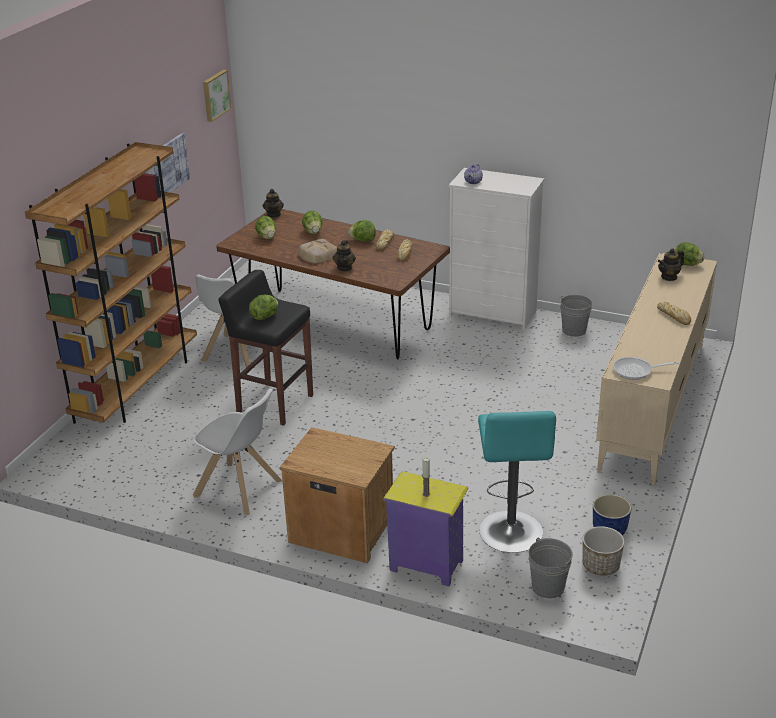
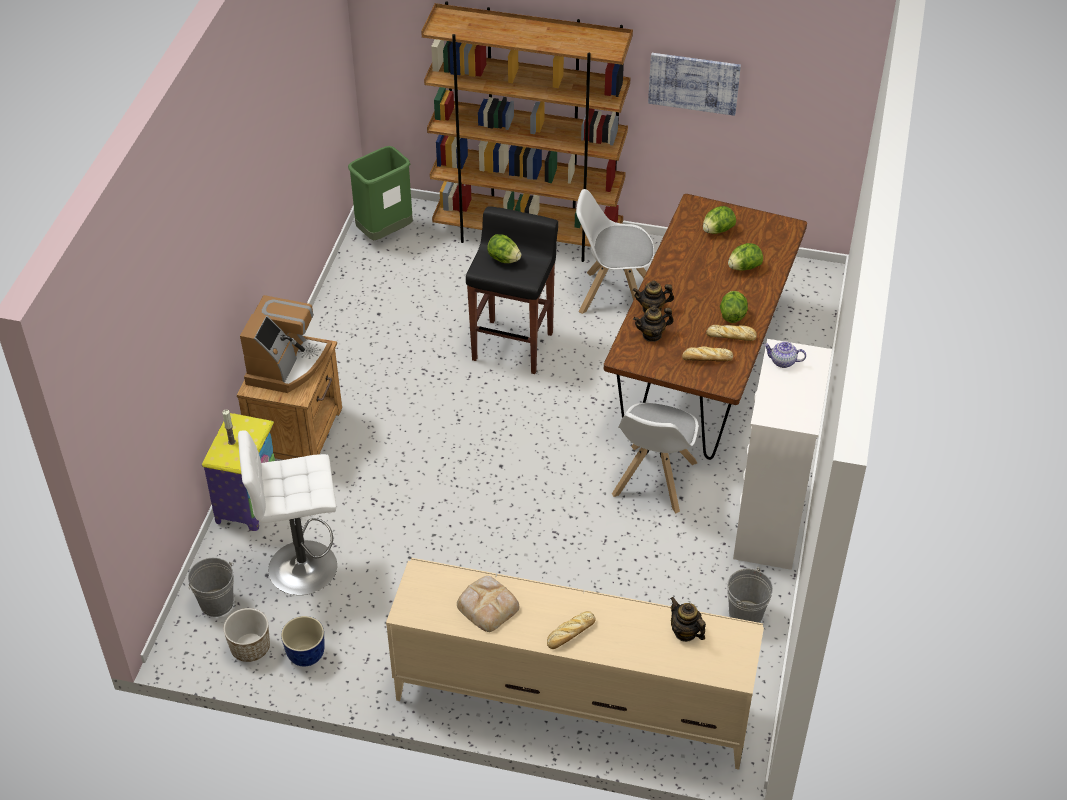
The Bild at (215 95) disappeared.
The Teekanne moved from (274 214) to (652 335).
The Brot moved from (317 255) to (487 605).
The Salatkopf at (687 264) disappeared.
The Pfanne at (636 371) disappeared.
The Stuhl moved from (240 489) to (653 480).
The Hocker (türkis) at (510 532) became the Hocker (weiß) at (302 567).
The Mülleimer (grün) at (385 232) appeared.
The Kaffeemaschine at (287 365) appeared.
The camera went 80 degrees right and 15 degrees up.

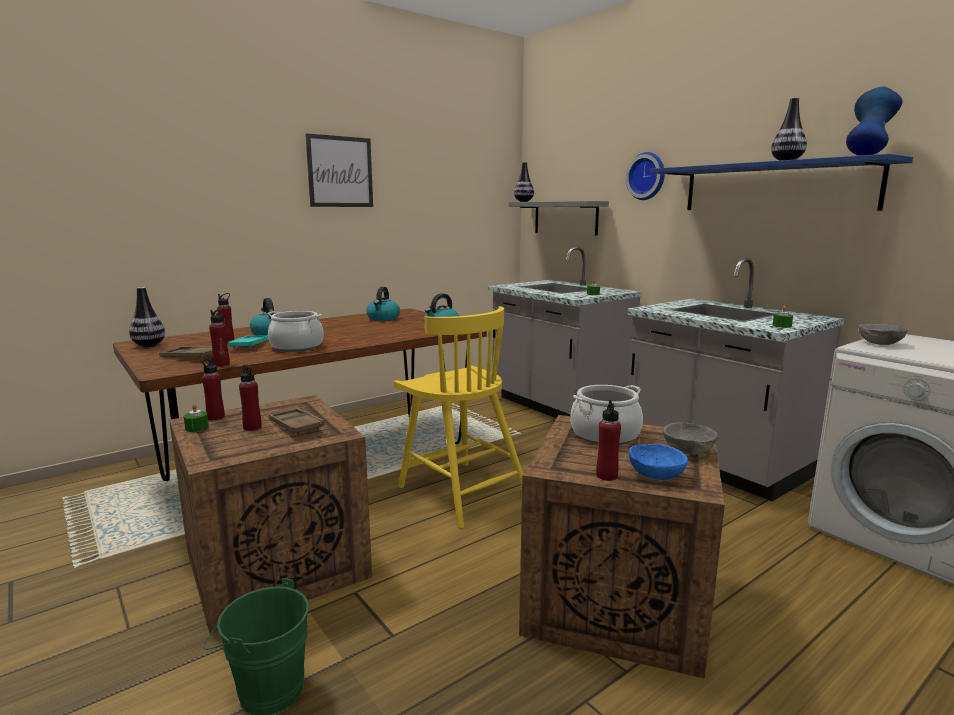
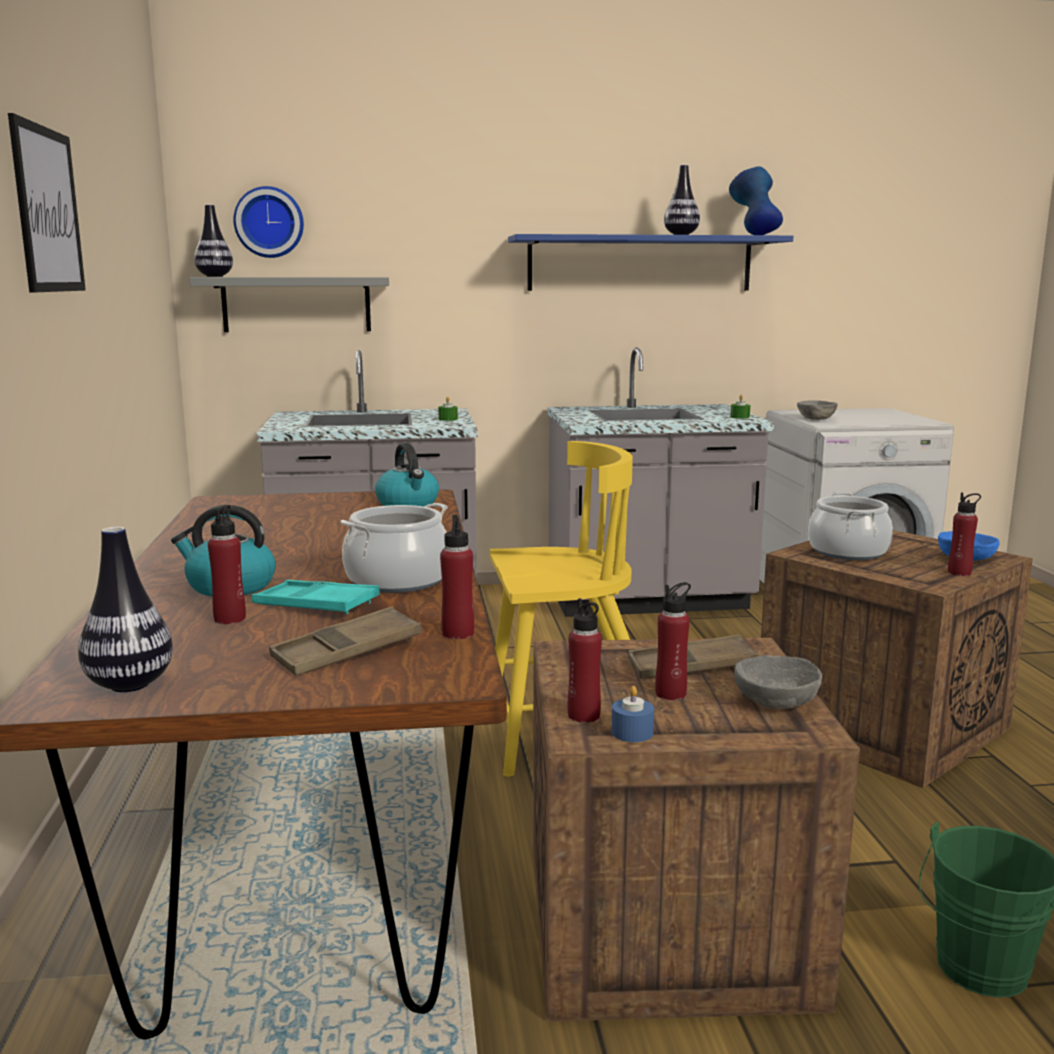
The Wanduhr moved from (647 176) to (269 222).
The Wasserkessel at (383 318) disappeared.
The Kerze (grün) at (197 428) became the Kerze (blau) at (632 732).
The Schüssel (grau) moved from (688 451) to (776 703).
The camera went 60 degrees left and 0 degrees up.

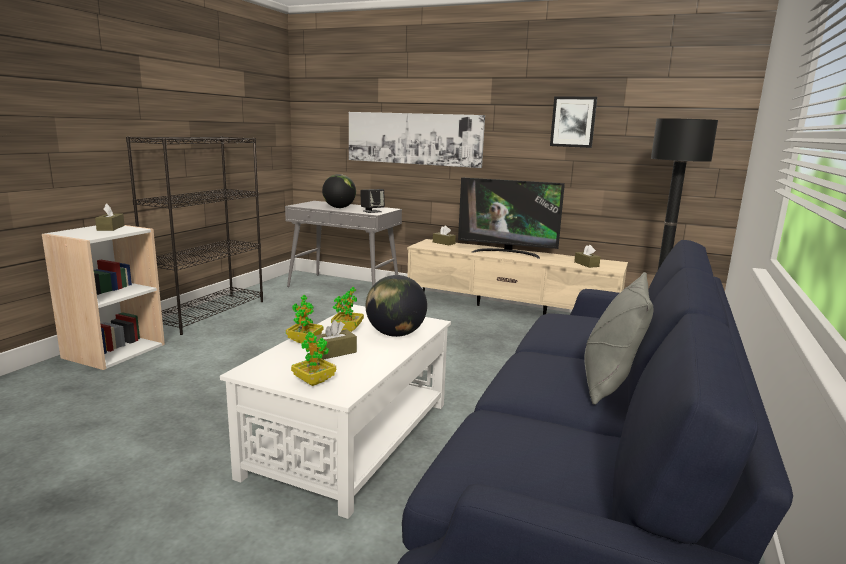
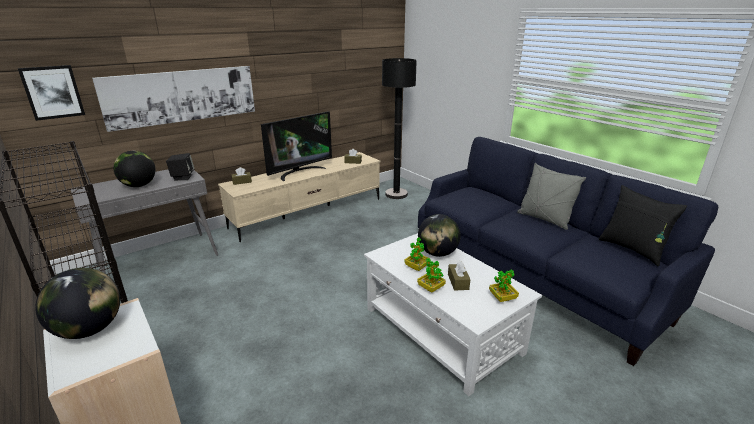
The Bild moved from (573 122) to (53 92).
The Taschentuchbox (braun) at (111 228) was replaced by the Globus at (89 330).
The Kissen (schwarz) at (631 250) appeared.
The camera went 60 degrees left and 10 degrees up.

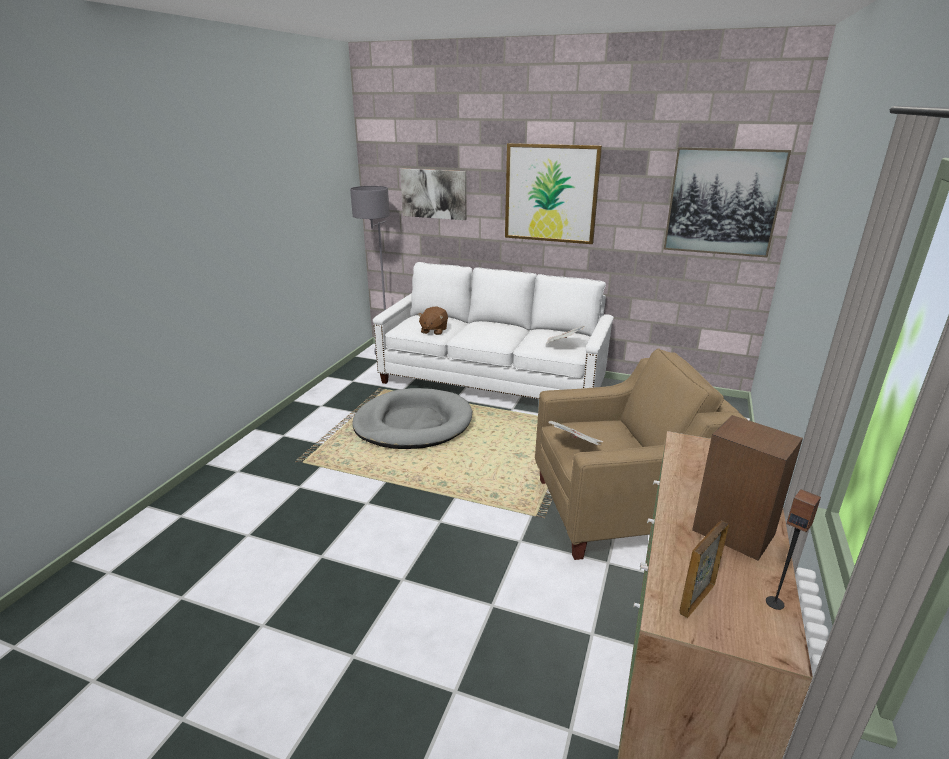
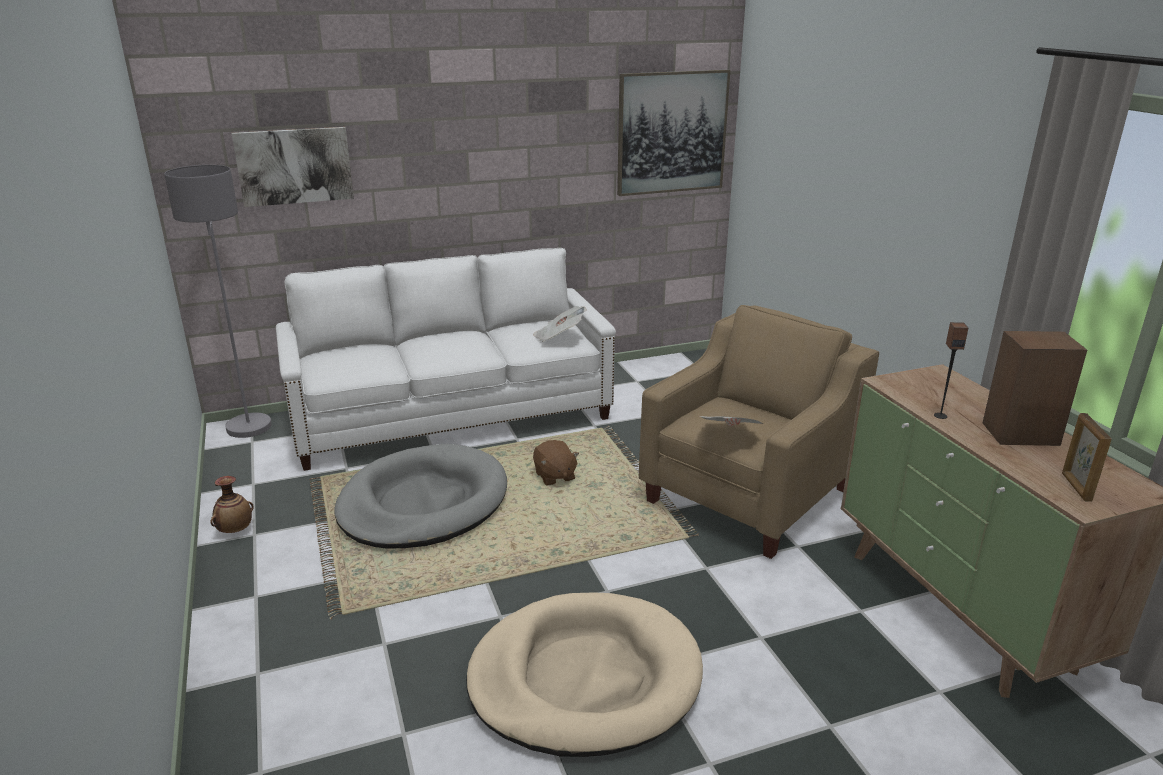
The Bild at (551 193) disappeared.
The Plüschtier (braun) moved from (433 330) to (554 476).
The Lautsprecher moved from (775 602) to (940 415).
The Vase at (235 530) appeared.
The Hundebett (beige) at (584 678) appeared.
The camera went 40 degrees left and 0 degrees up.

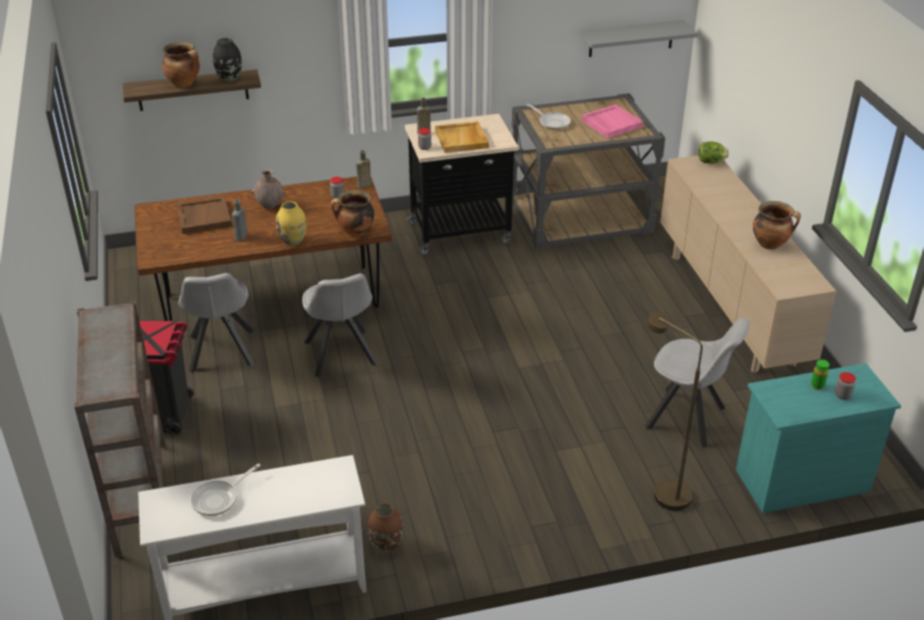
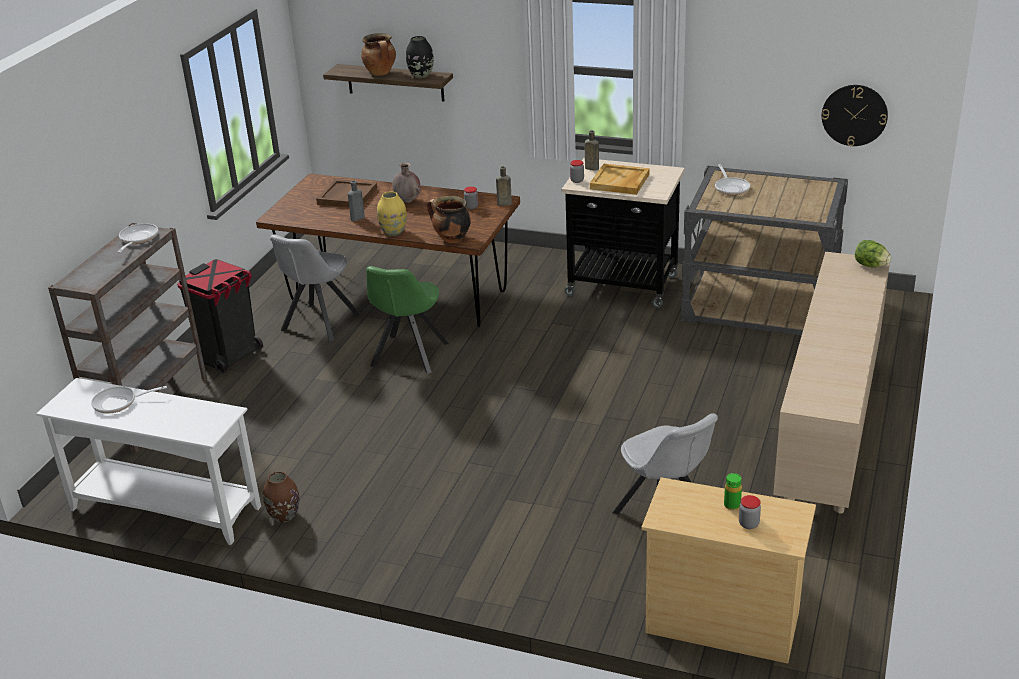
The Wandregal (grau) at (631 38) was replaced by the Wanduhr at (854 115).
The Tablett (rosa) at (611 123) disappeared.
The Kochtopf at (771 244) disappeared.
The Stuhl (grau) at (341 355) became the Stuhl (grün) at (409 355).
The Stehlampe (braun) at (663 492) disappeared.
The Kommode (türkis) at (801 480) became the Kommode (beige) at (721 621).
The Pfanne at (137 239) appeared.
The camera went 35 degrees right and 5 degrees down.

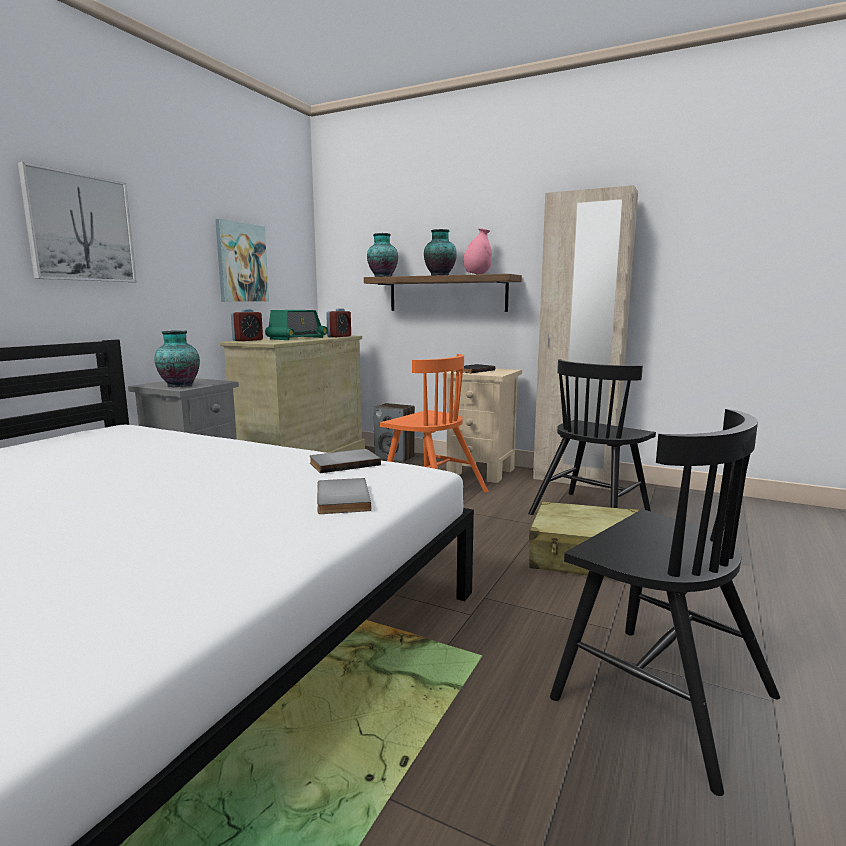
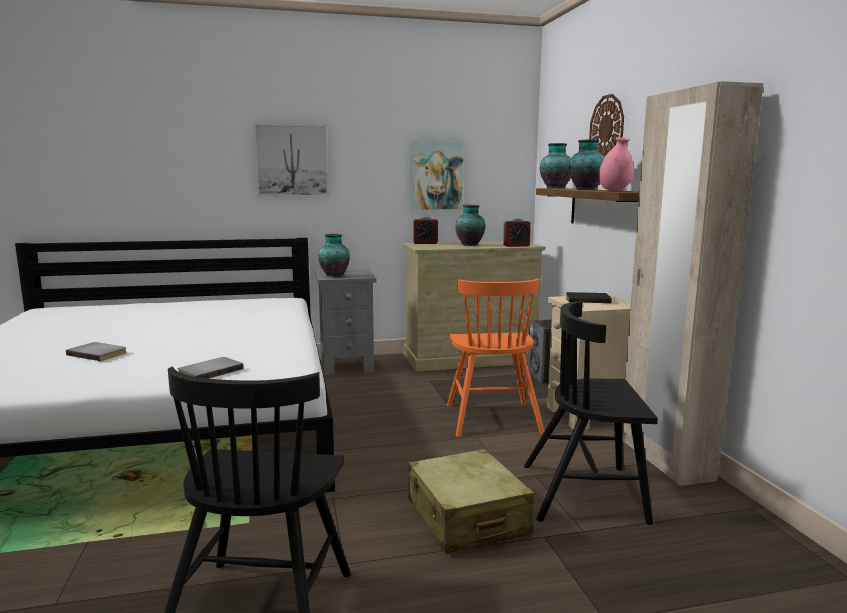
The Radio at (297 338) was replaced by the Vase at (470 245).
The Buch (grau) moved from (343 463) to (99 353).
The Wanduhr at (607 128) appeared.
The camera went 50 degrees right and 0 degrees up.

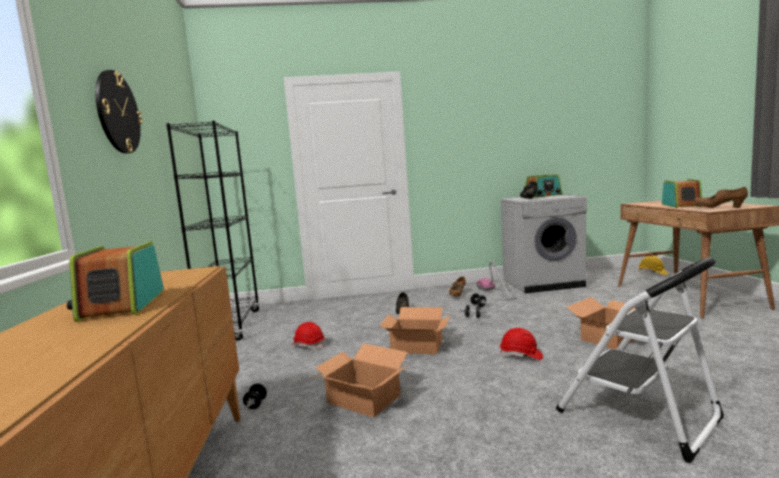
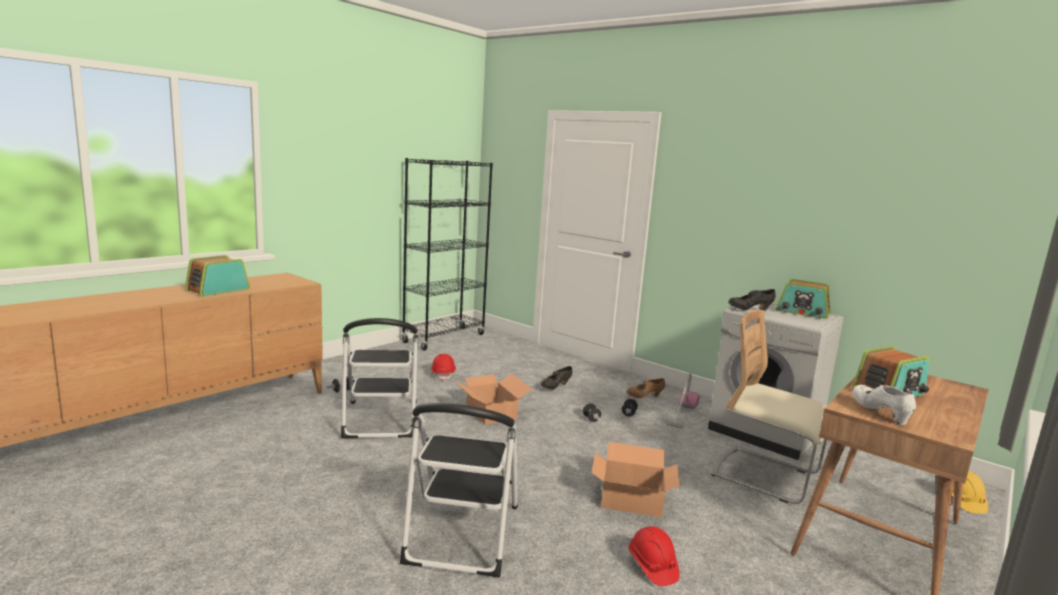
The Wanduhr at (117 112) disappeared.
The Schuh (braun) at (718 208) became the Schuh (weiß) at (880 413).
The Schutzhelm (rot) moved from (521 355) to (652 566).
The Karton at (364 399) was replaced by the Trittleiter at (380 420).
The Stuhl (beige) at (765 476) appeared.
The camera went 45 degrees right and 5 degrees up.

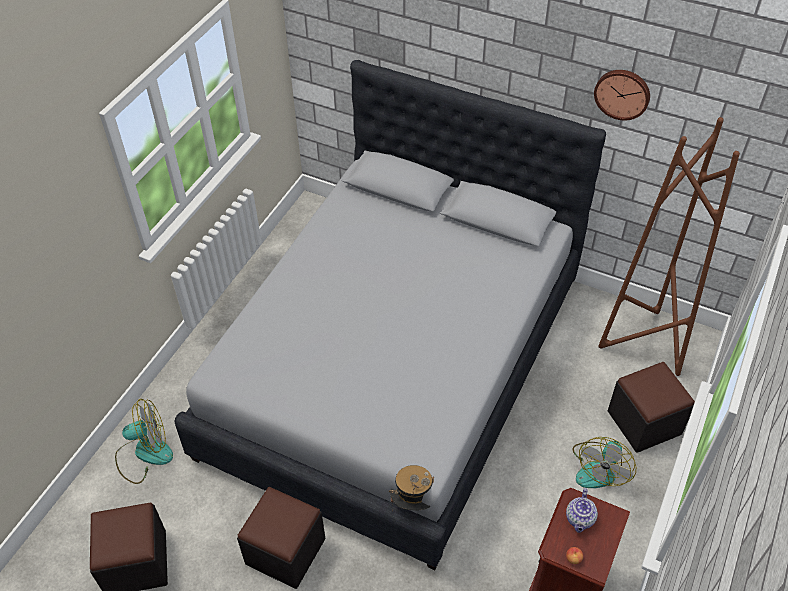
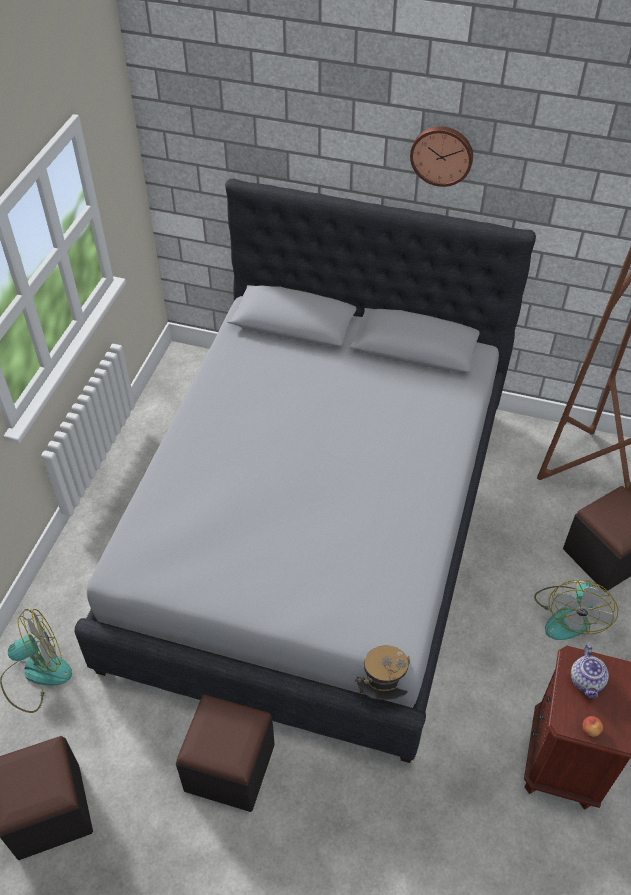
The Wanduhr moved from (622 93) to (442 155).
The camera went 10 degrees left and 0 degrees up.

